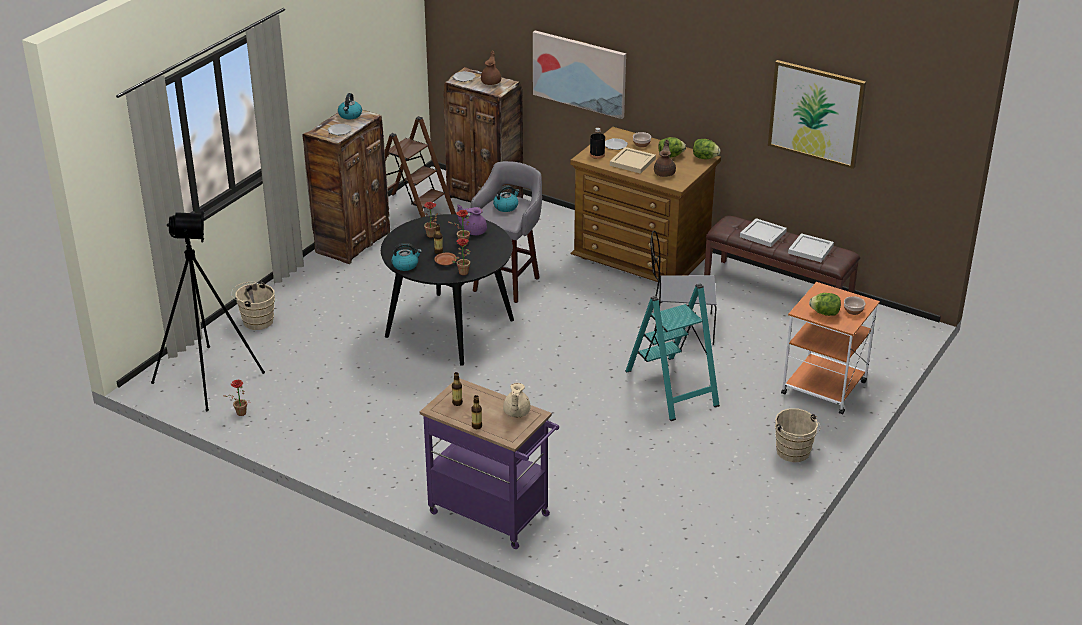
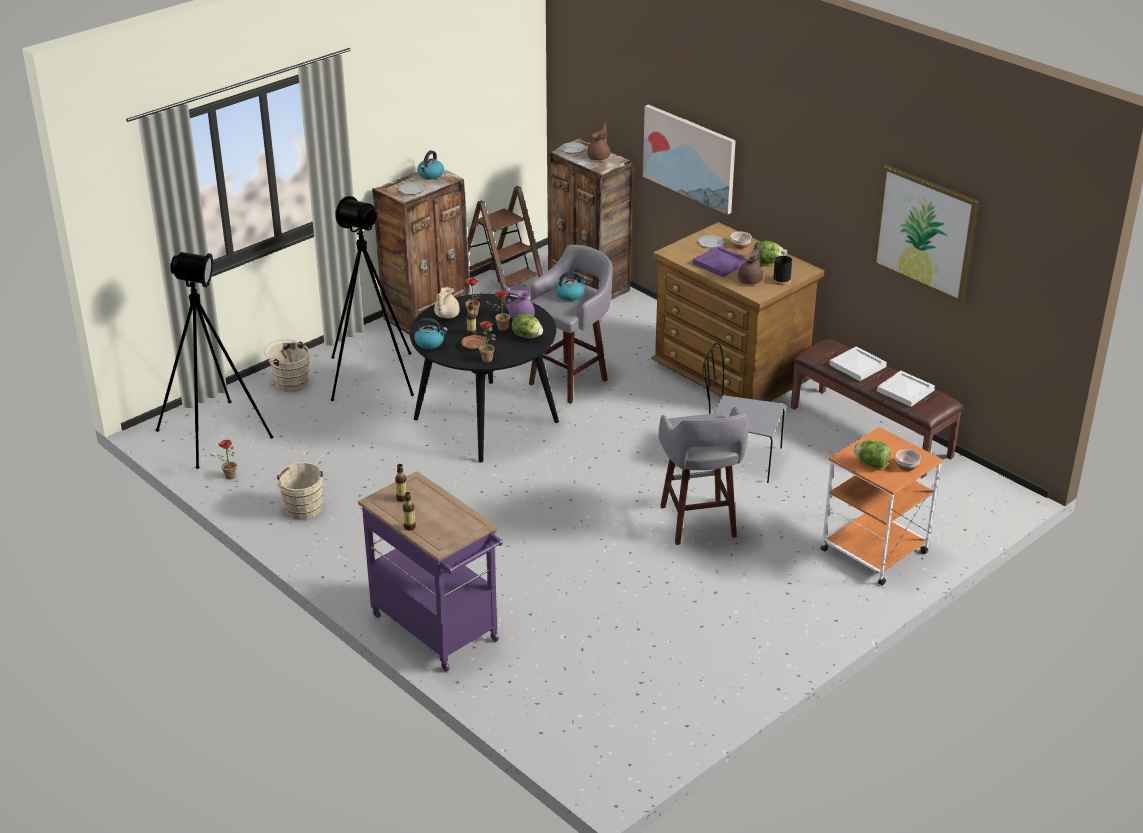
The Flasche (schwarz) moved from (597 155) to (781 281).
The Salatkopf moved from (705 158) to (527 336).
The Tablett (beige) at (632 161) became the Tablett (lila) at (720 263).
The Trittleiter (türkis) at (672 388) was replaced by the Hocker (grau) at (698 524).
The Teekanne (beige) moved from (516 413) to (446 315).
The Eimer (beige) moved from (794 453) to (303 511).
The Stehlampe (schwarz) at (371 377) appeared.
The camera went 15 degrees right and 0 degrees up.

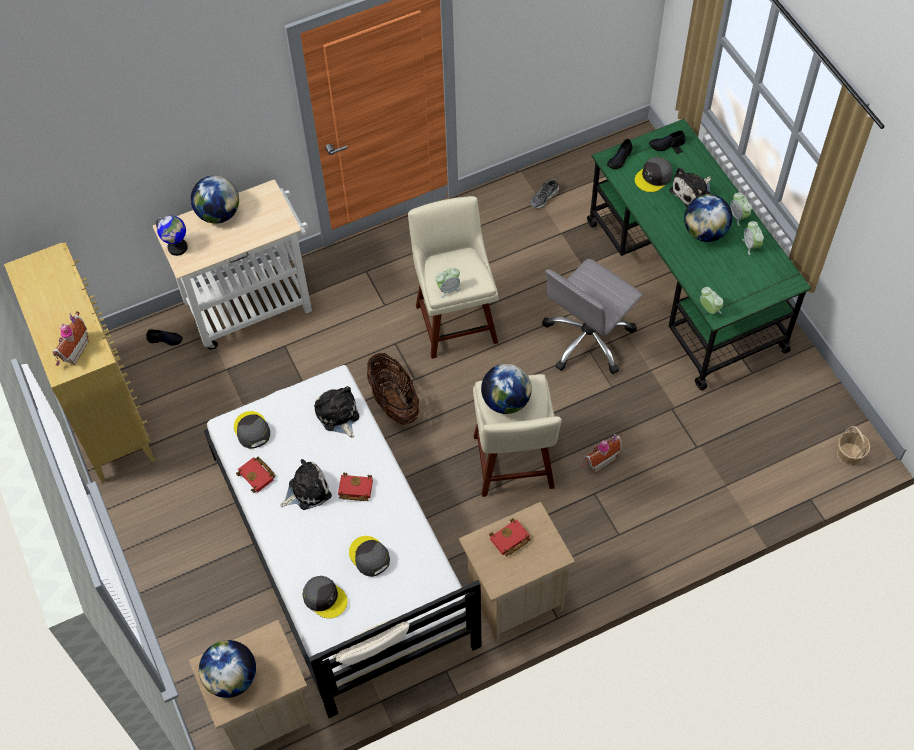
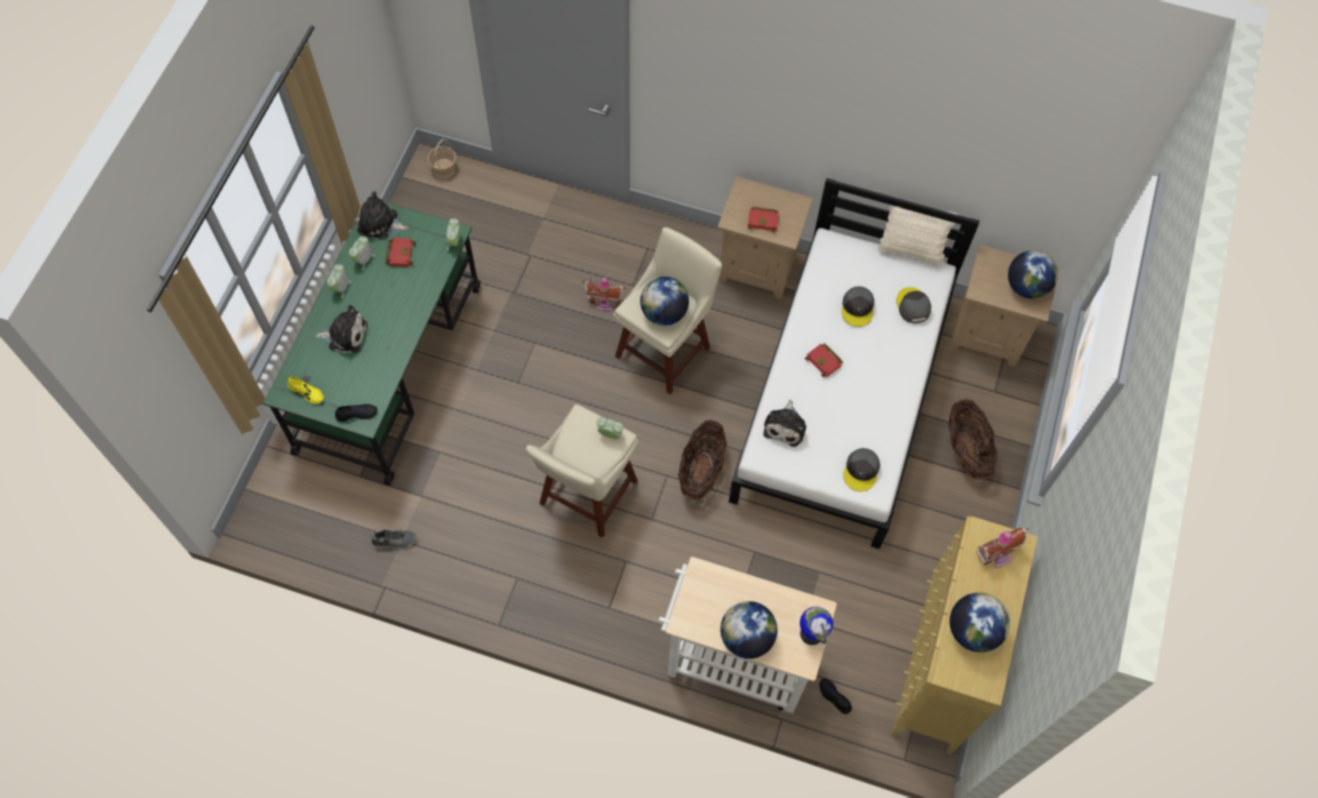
The Schuh (schwarz) at (666 144) became the Schuh (gelb) at (307 392).
The Kappe (grau) at (654 177) disappeared.
The Globus moved from (705 232) to (973 630).
The Bürostuhl (grau) at (588 339) disappeared.
The Buch (rot) moved from (258 476) to (400 253).
The Plüschtier moved from (307 490) to (380 224).
The Korb at (966 450) appeared.
The camera went 140 degrees left and 5 degrees up.

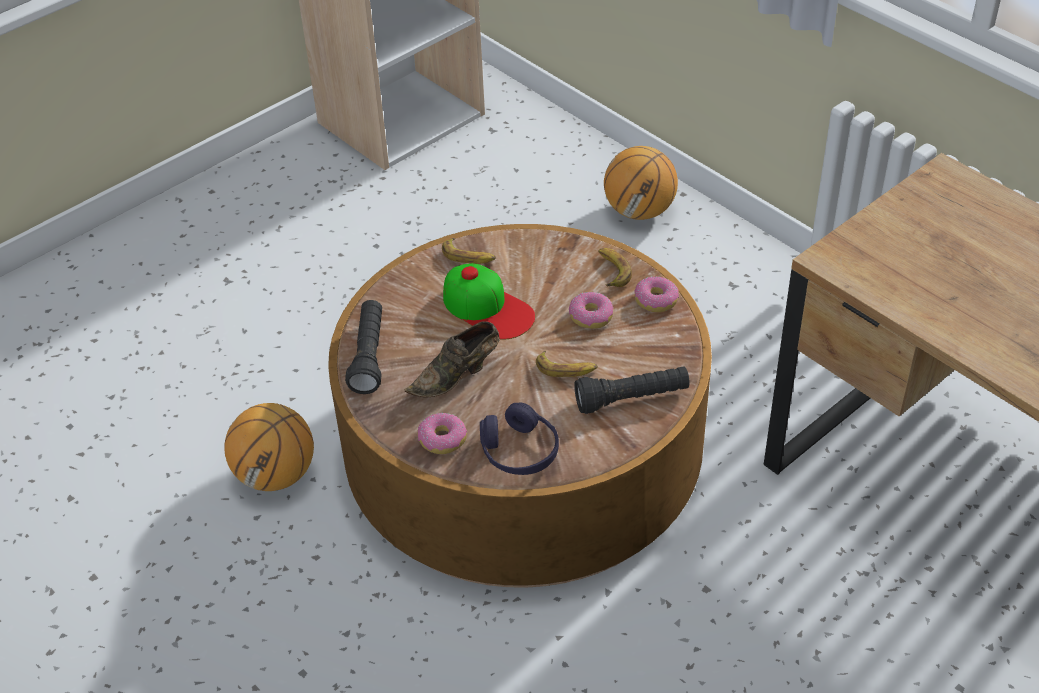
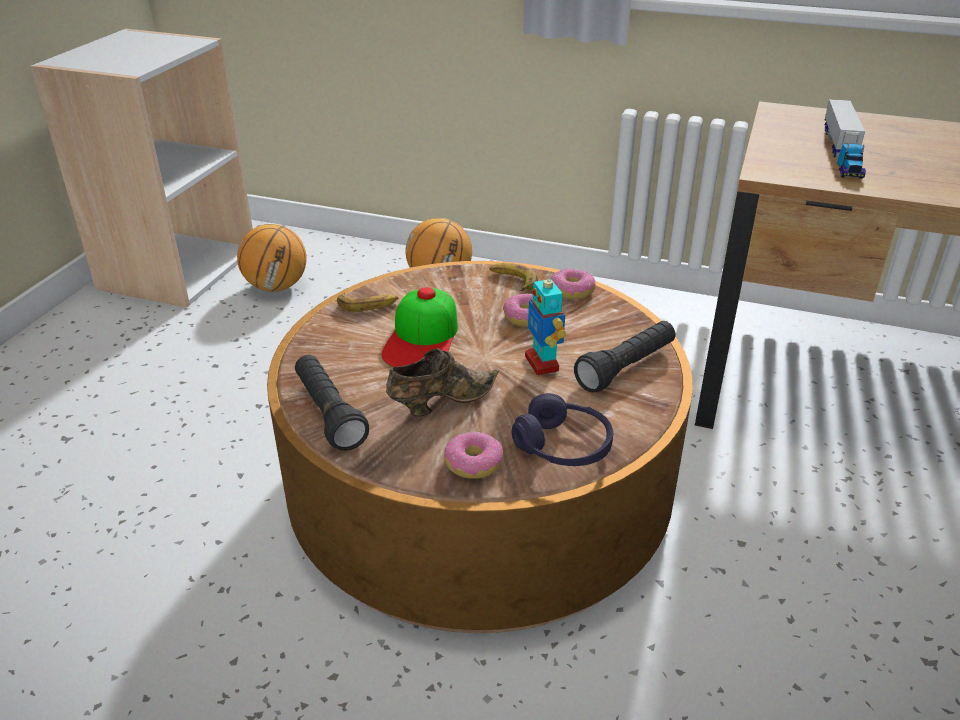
The Kappe at (488 308) turned 90 degrees clockwise.
The Schuh (braun) at (457 376) turned 150 degrees counterclockwise.
The Banane at (566 369) was replaced by the Spielzeugroboter at (542 363).
The Basketball moved from (276 475) to (277 287).
The Spielzeuglaster at (842 152) appeared.
The camera went 30 degrees left and 10 degrees down.

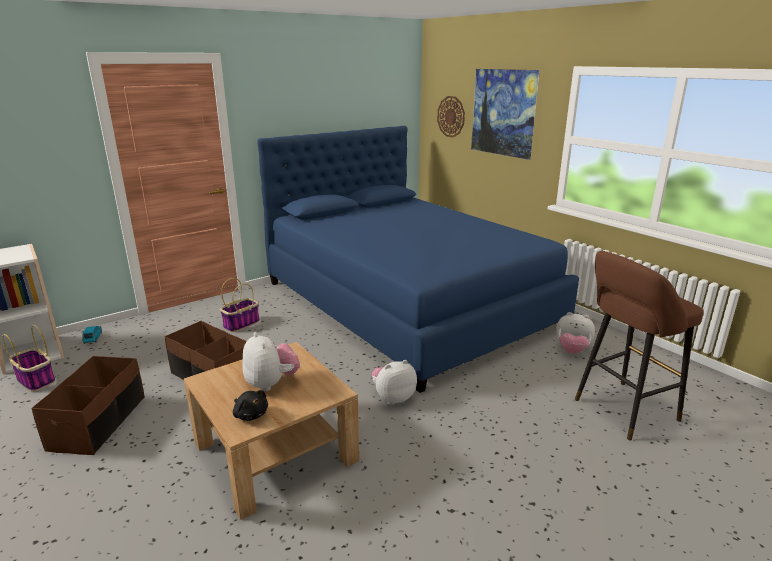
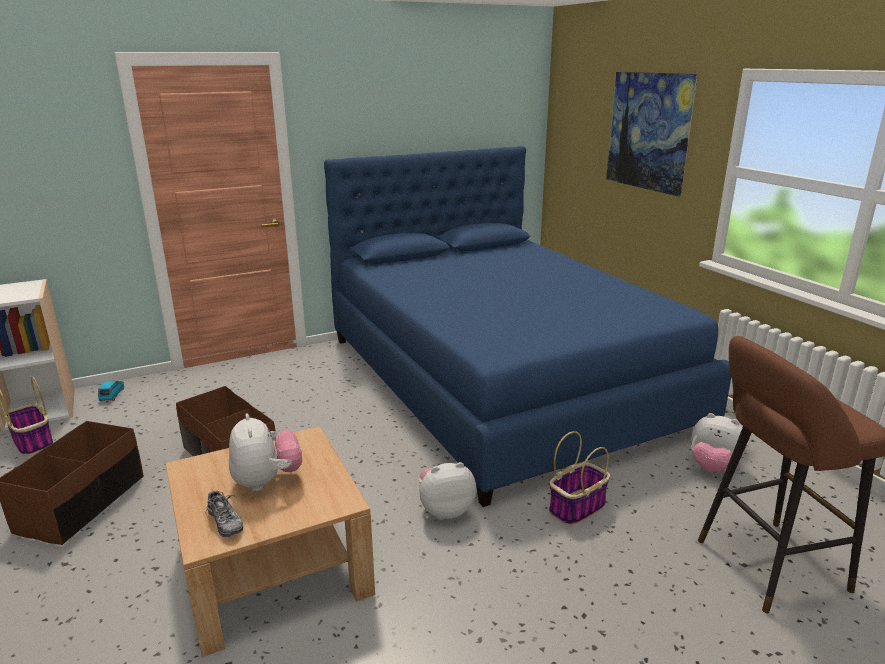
The Wanduhr at (451 116) disappeared.
The Korb moved from (241 324) to (577 507).
The Plüschtier (schwarz) at (250 414) was replaced by the Schuh at (225 522).
The camera went 10 degrees right and 0 degrees up.

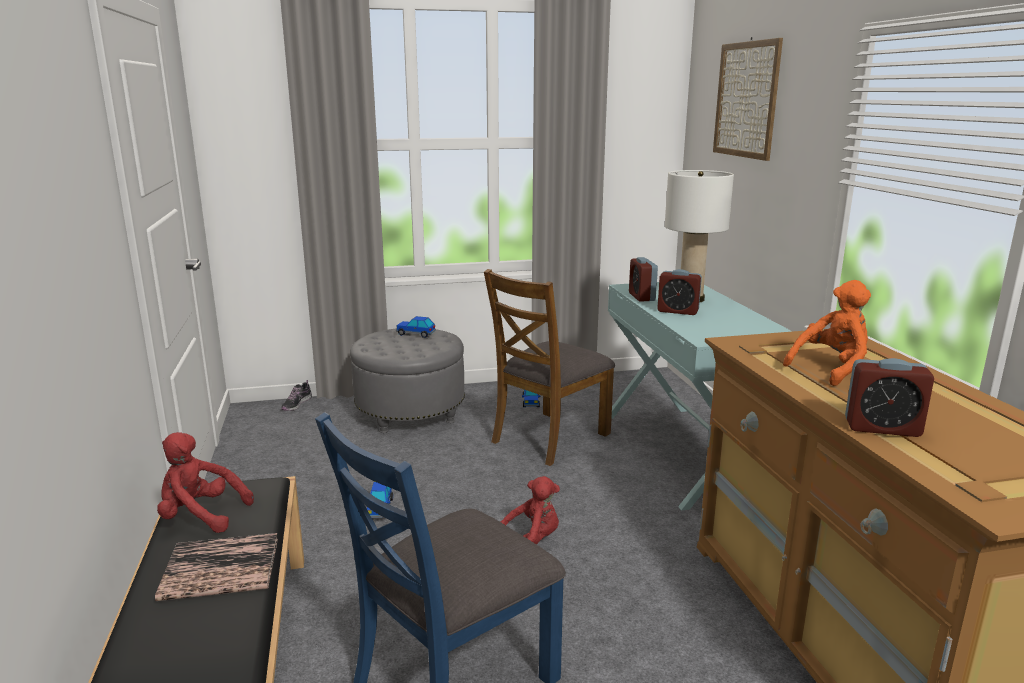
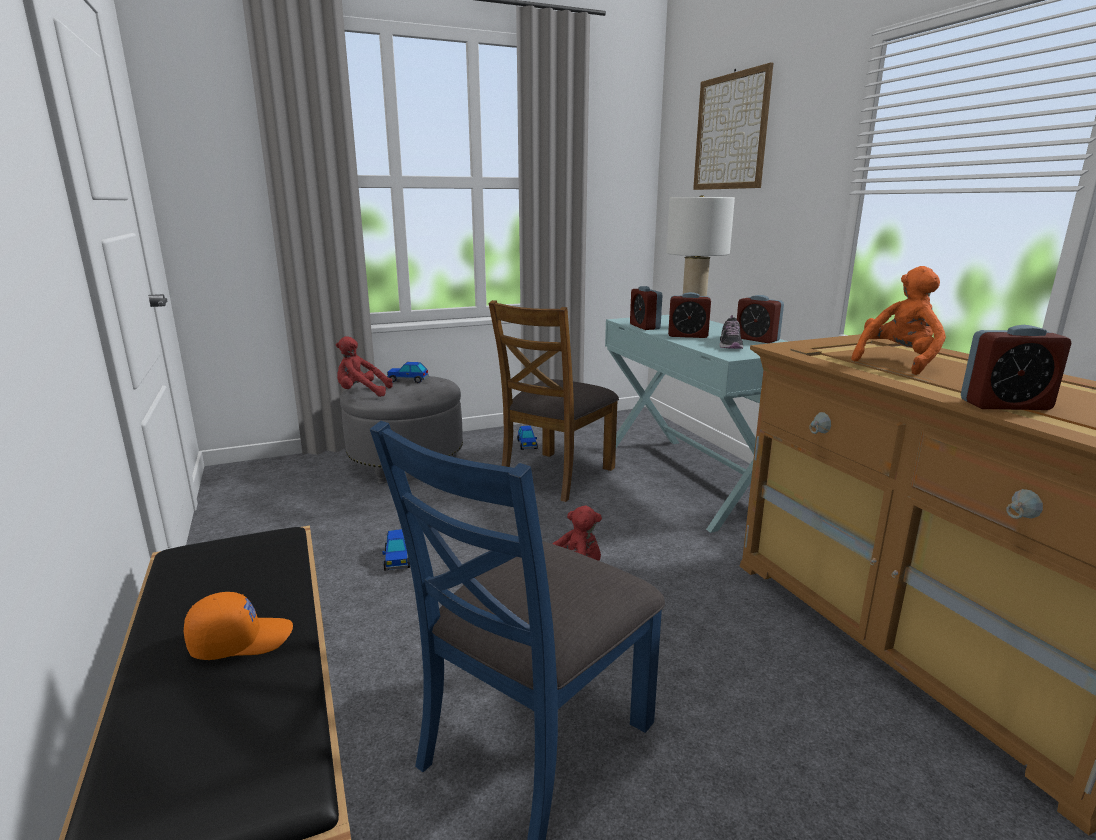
The Schuh moved from (296 404) to (730 345).
The Plüschtier (rot) moved from (200 516) to (361 393).
The Buch at (220 568) was replaced by the Kappe (orange) at (241 640).
The Wecker at (757 339) appeared.
The camera went 10 degrees left and 0 degrees up.

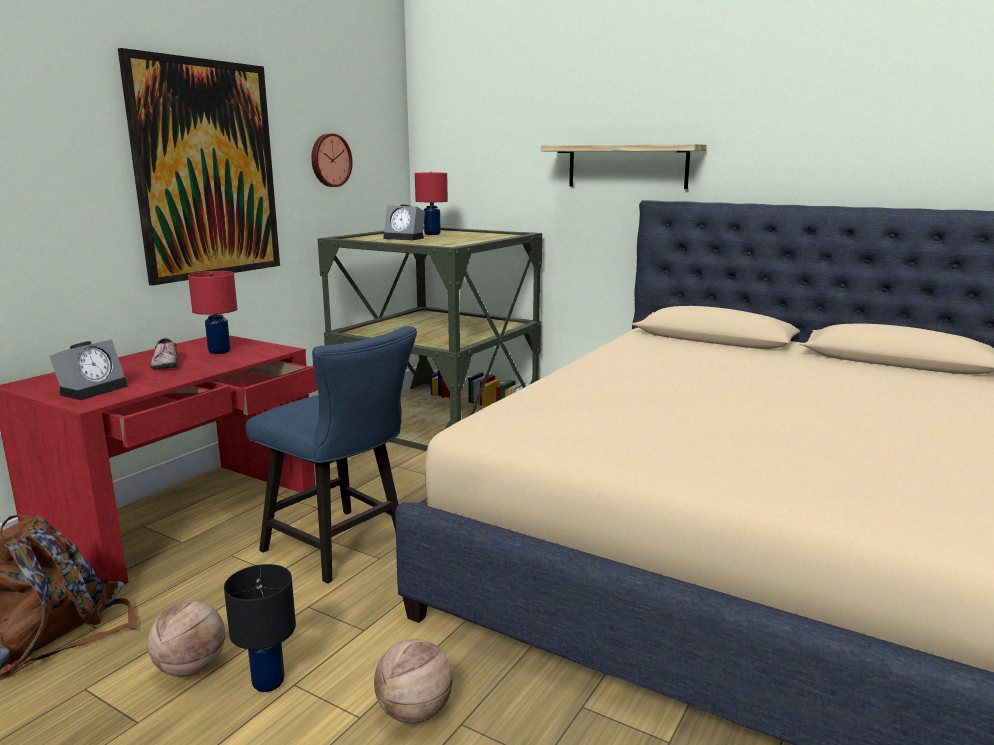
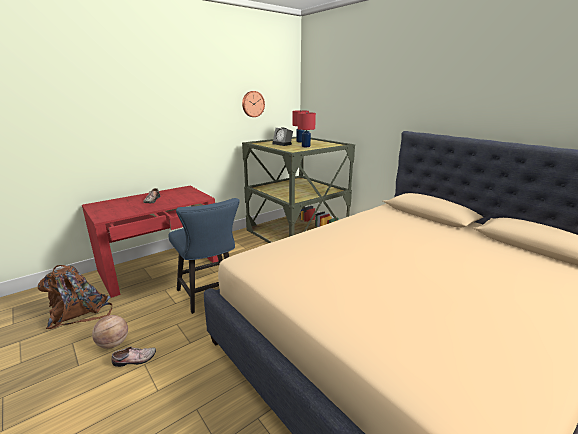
The Bild at (207 170) disappeared.
The Wandregal at (627 166) disappeared.
The Tischlampe (rot) moved from (219 351) to (306 146).
The Wecker at (94 389) disappeared.
The Tischlampe (schwarz) at (266 683) was replaced by the Schuh at (135 360).
The Basketball at (415 712) disappeared.
The camera went 20 degrees right and 5 degrees up.

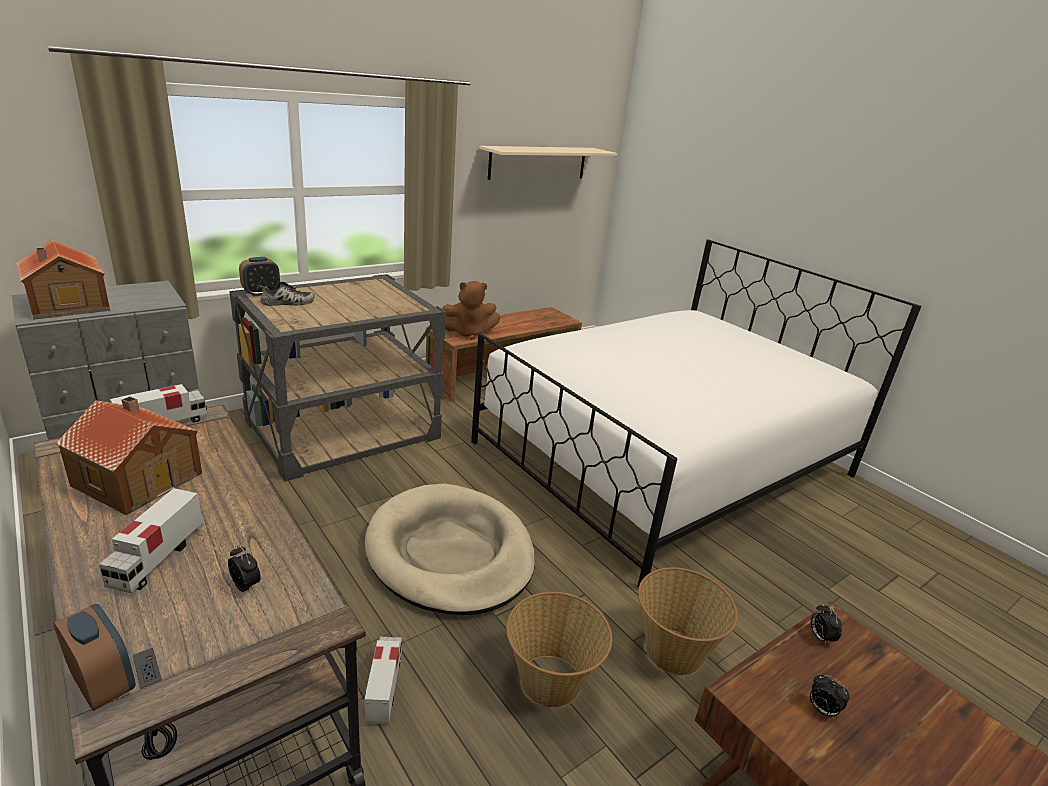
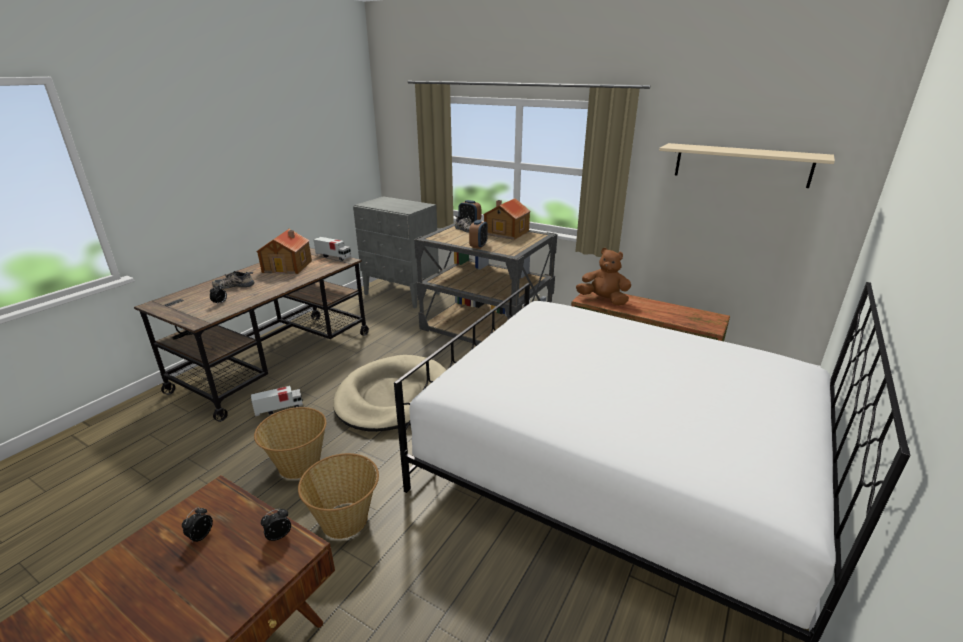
The Spielzeughaus moved from (67 305) to (505 232).
The Plüschtier (braun) at (469 333) turned 150 degrees clockwise.
The Spielzeuglaster at (157 558) was replaced by the Schuh at (235 285).
The Wecker moved from (104 684) to (478 246).
The camera went 70 degrees right and 0 degrees up.

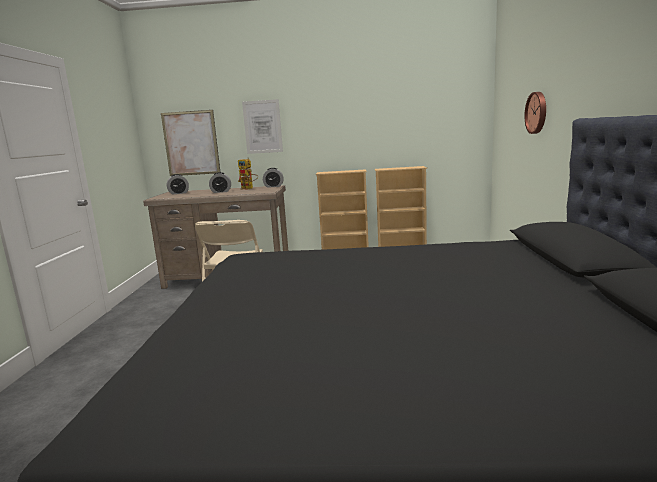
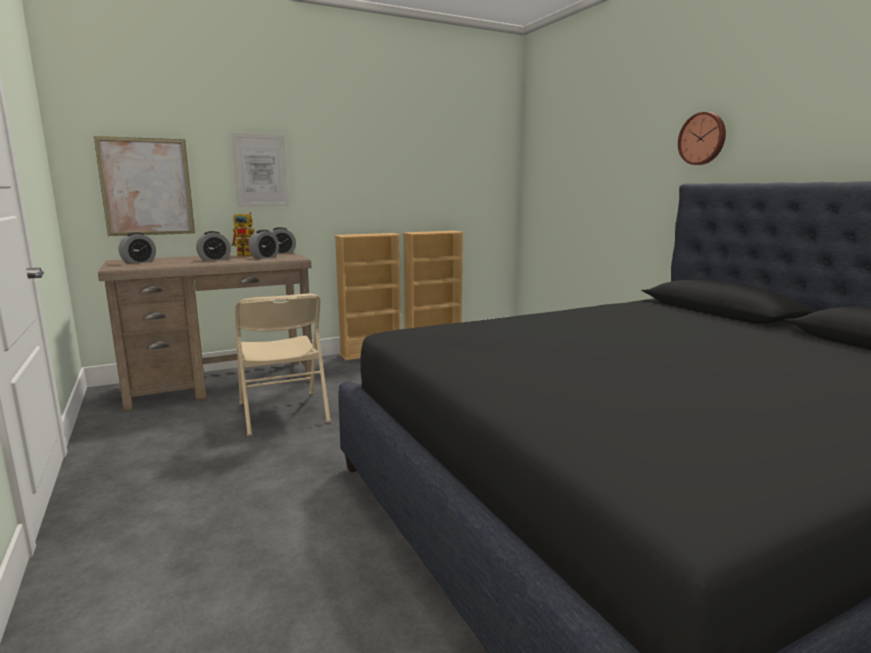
The Wanduhr moved from (537 112) to (703 139).
The Wecker at (264 257) appeared.
The camera went 30 degrees left and 0 degrees up.

